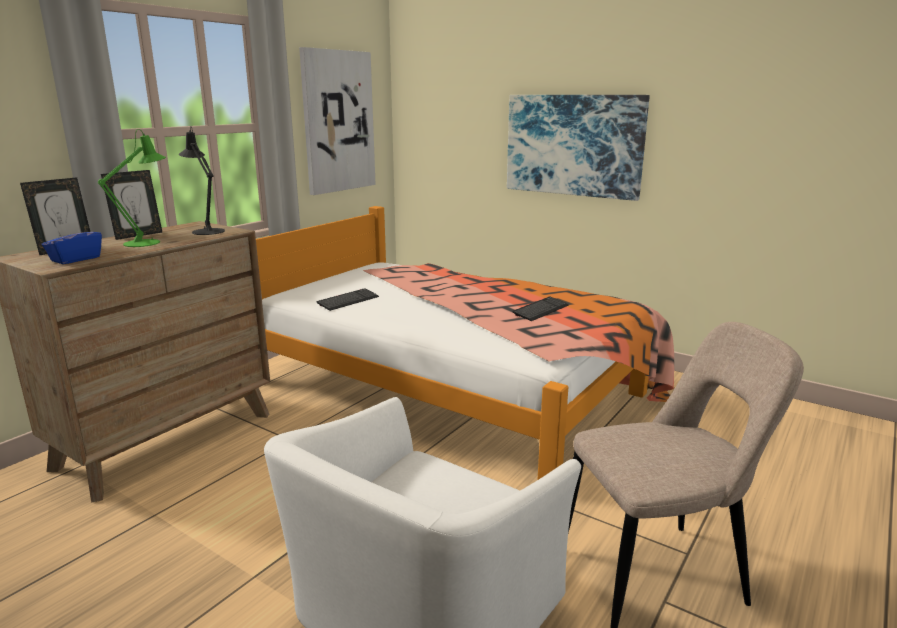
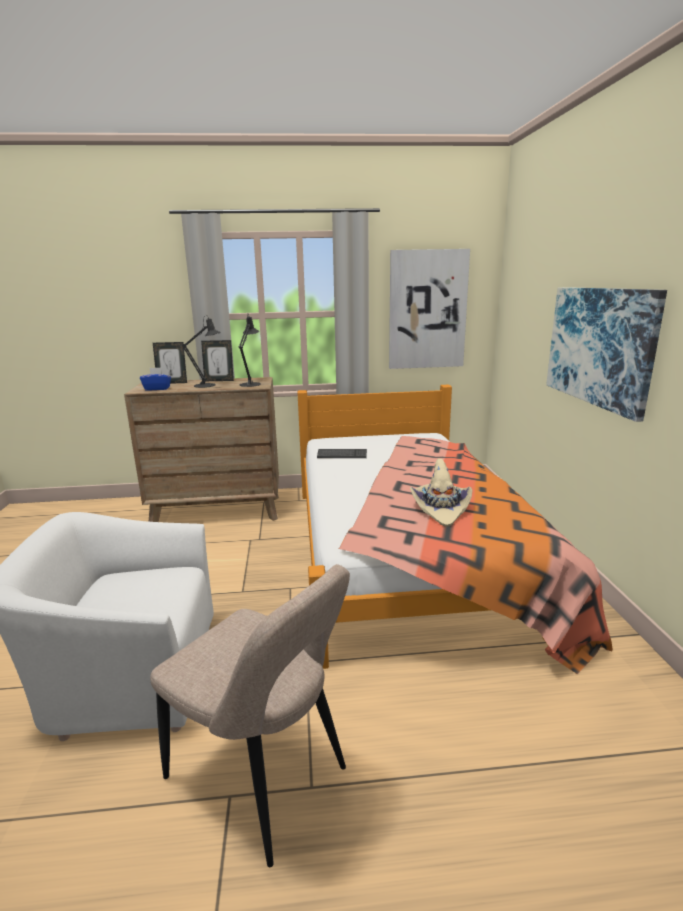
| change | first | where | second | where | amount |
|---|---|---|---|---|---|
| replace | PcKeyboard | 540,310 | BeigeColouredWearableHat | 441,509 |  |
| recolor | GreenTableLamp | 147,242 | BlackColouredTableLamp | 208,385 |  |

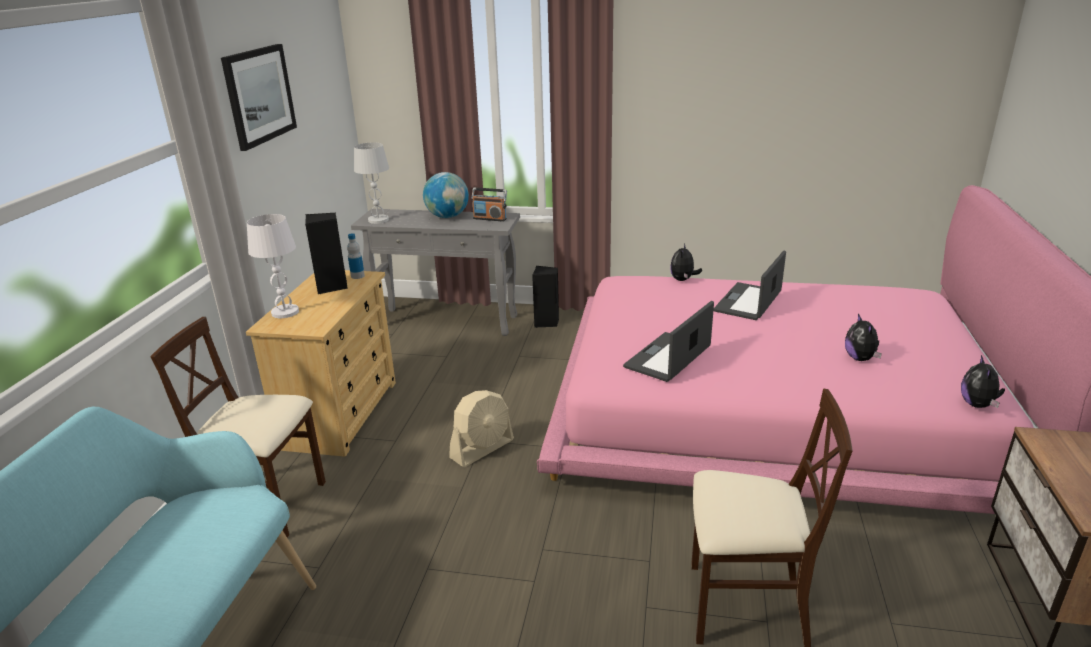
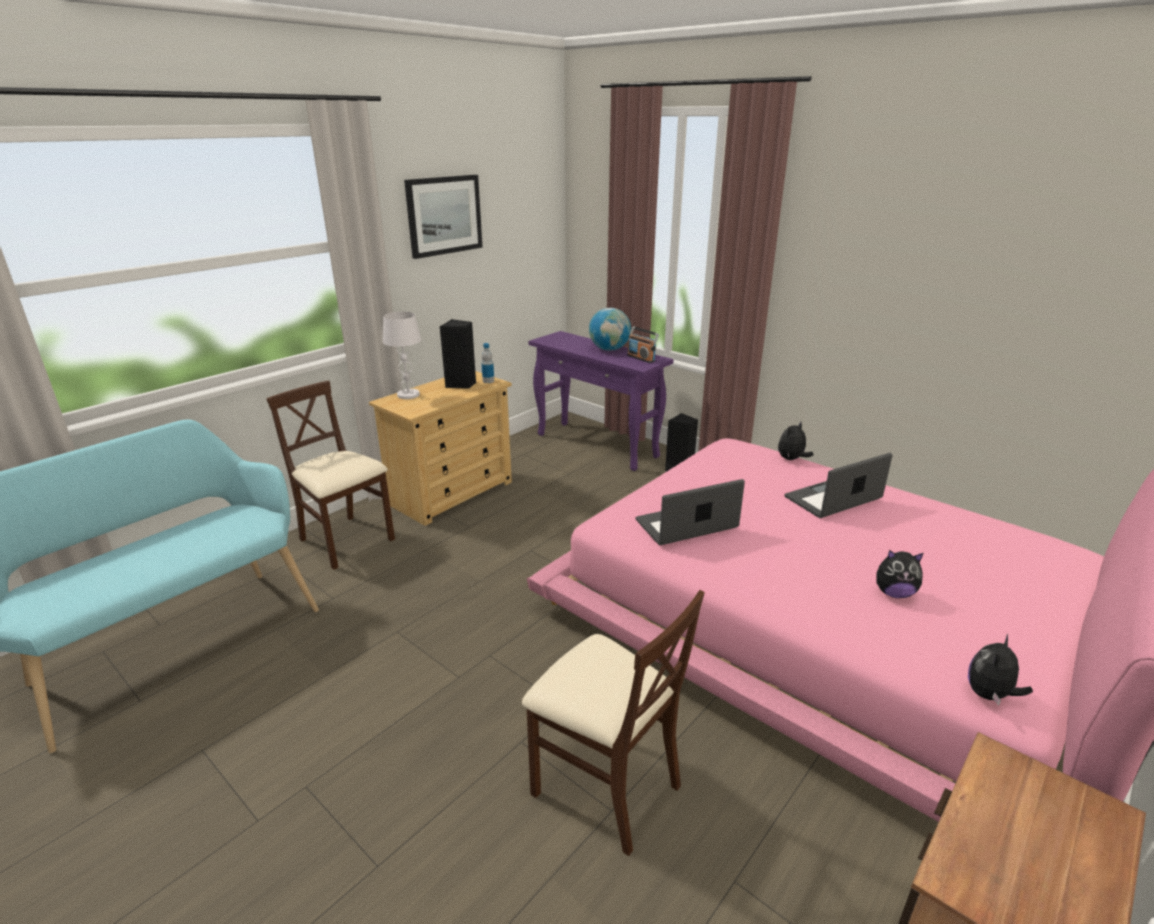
| change | first | where | second | where | amount |
|---|---|---|---|---|---|
| delete | WhitishTableLamp | 378,220 |  |  |  |
| delete | BeigeColouredCoolingFan | 482,449 |  |  |  |
| recolor | GrayHallTable | 448,322 | PurpleHallTable | 597,446 |  |
| rotate | PlushToy | 860,358 |  | 893,593 | 105 degrees counterclockwise |

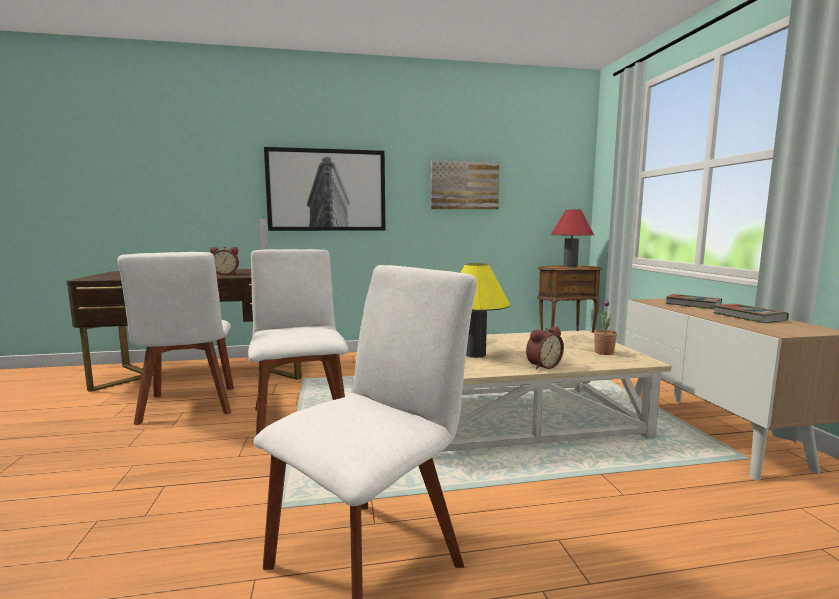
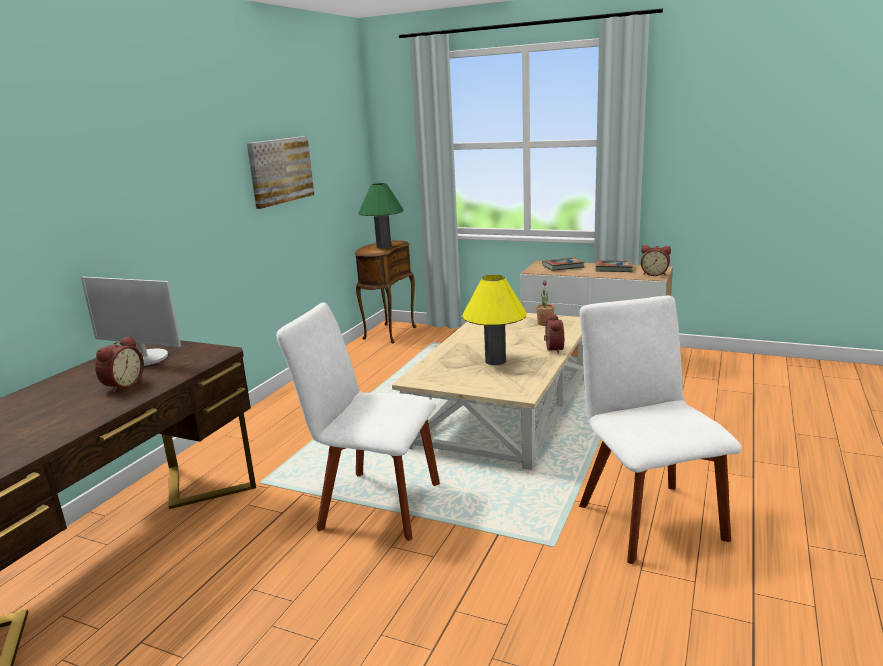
| change | first | where | second | where | amount |
|---|---|---|---|---|---|
| delete | WhitishPlainChair | 188,407 |  |  |  |
| delete | WallArt | 327,190 |  |  |  |
| insert |  |  | BedsideClock | 654,274 |  |
| recolor | ReddishTableLamp | 570,266 | GreenTableLamp | 383,246 |  |

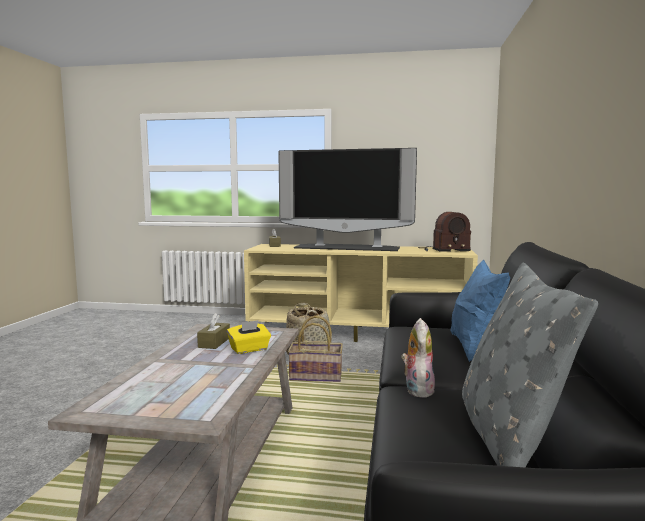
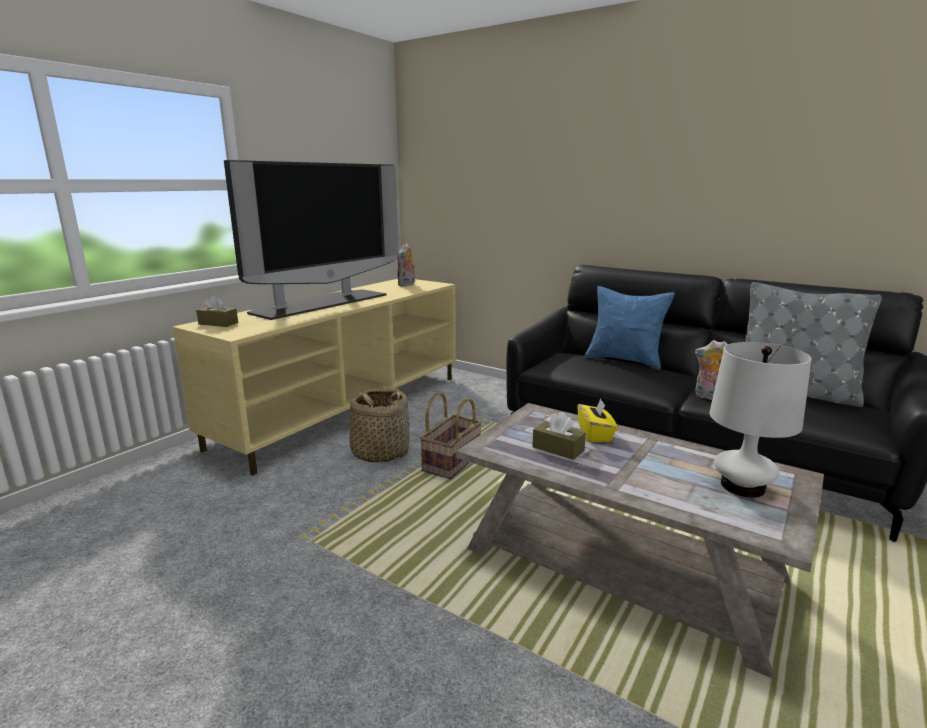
| change | first | where | second | where | amount |
|---|---|---|---|---|---|
| insert |  |  | WhitishTableLamp | 742,486 |  |
| replace | Radio | 442,250 | PlushToy | 406,285 |  |

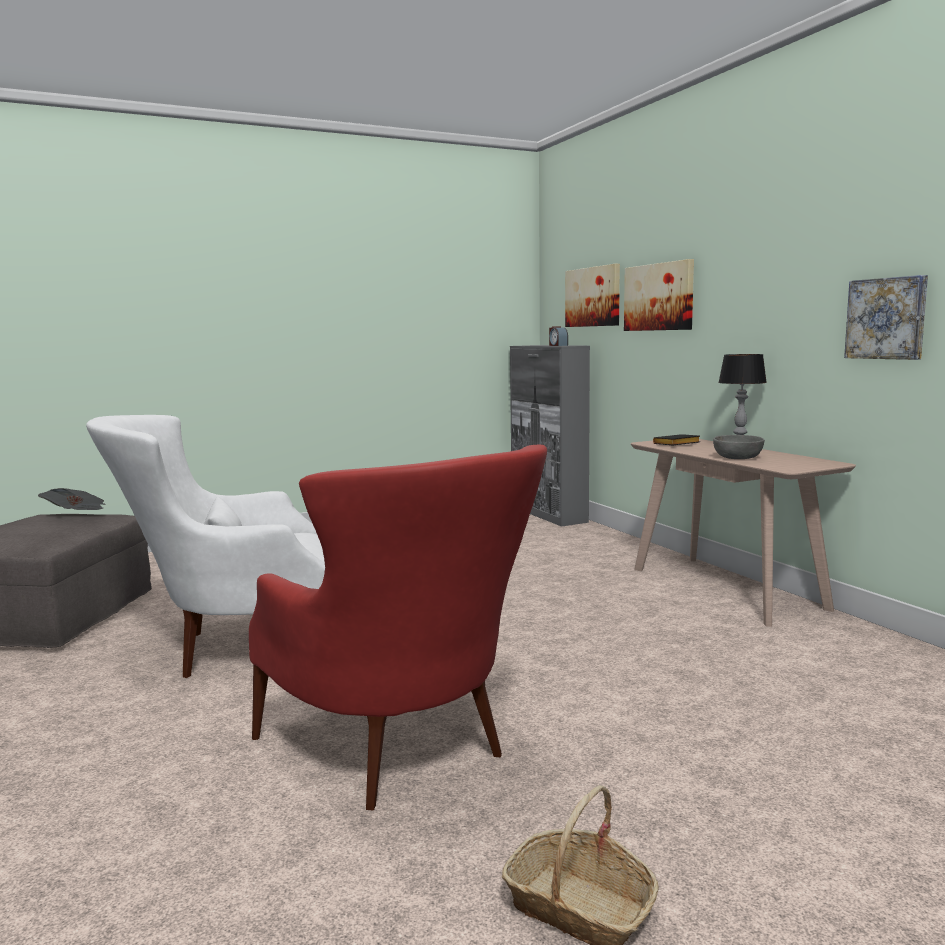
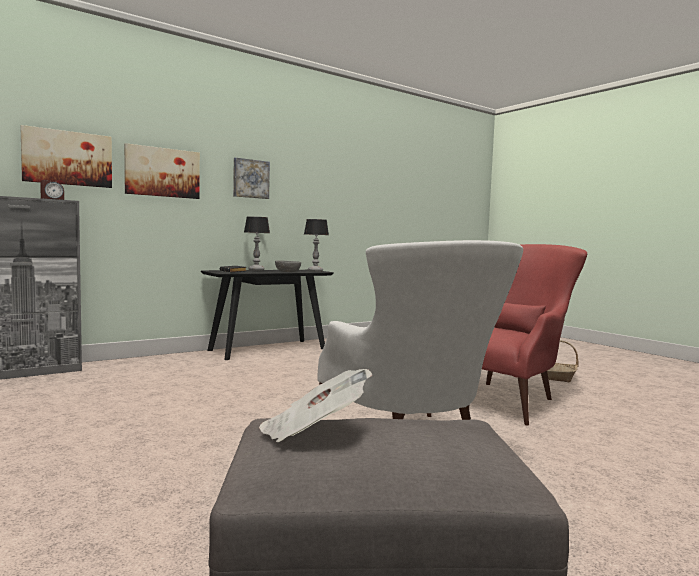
| change | first | where | second | where | amount |
|---|---|---|---|---|---|
| insert |  |  | TableLamp | 315,271 |  |
| move | WallArt | 887,318 |  | 250,179 |  |
| recolor | BeigeColouredHallTable | 726,588 | BlackColouredHallTable | 268,349 |  |

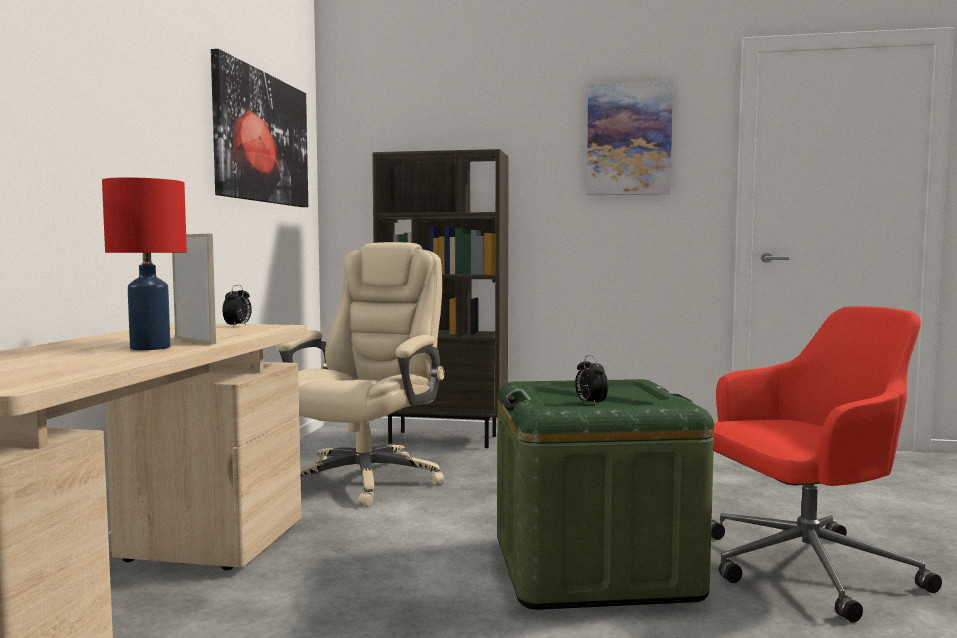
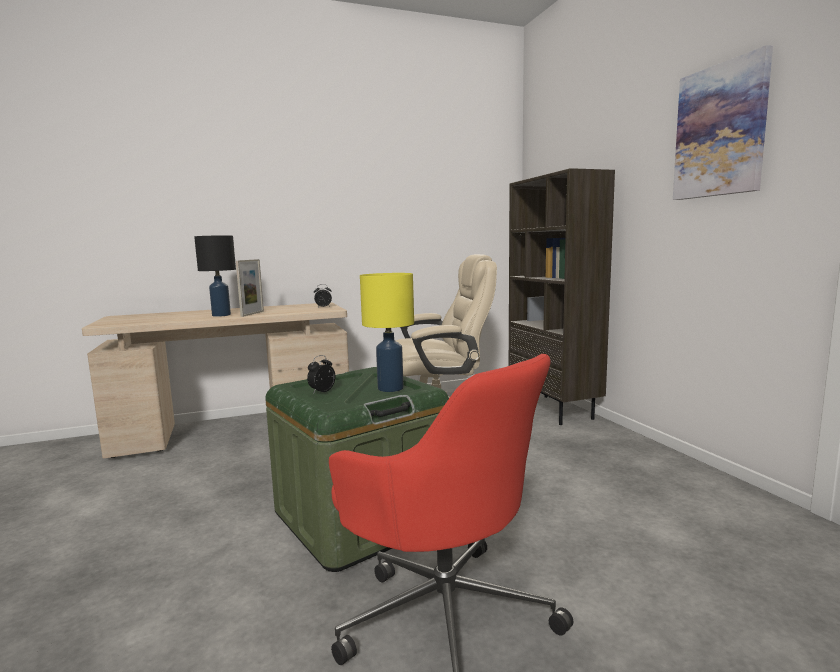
| change | first | where | second | where | amount |
|---|---|---|---|---|---|
| delete | WallArt | 262,138 |  |  |  |
| insert |  |  | YellowColouredTableLamp | 390,388 |  |
| recolor | ReddishTableLamp | 151,347 | BlackColouredTableLamp | 222,315 |  |

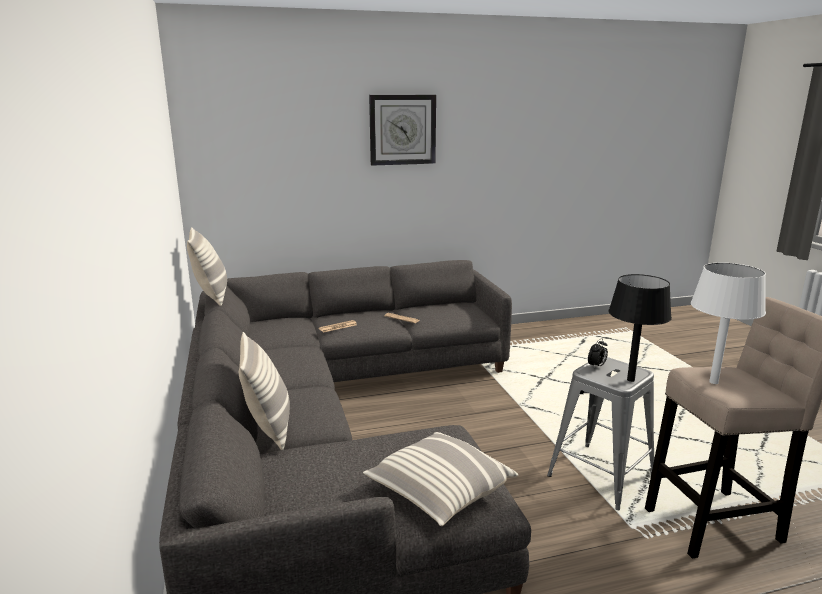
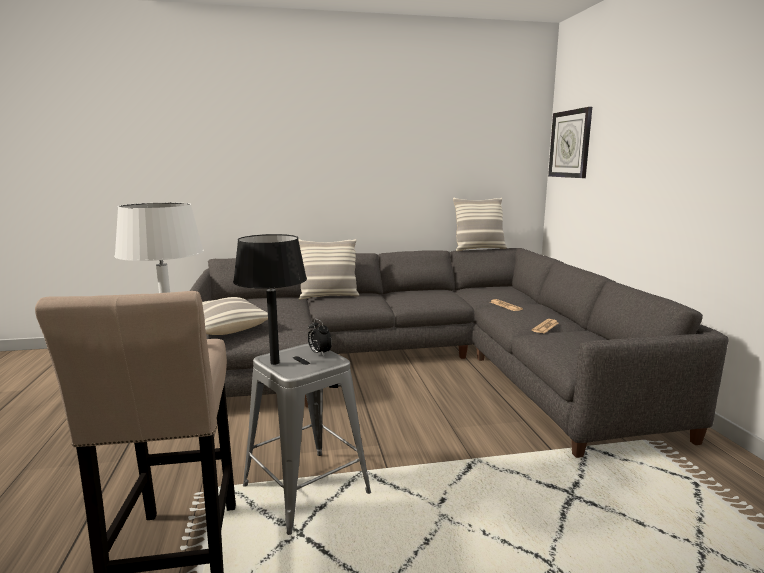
| change | first | where | second | where | amount |
|---|---|---|---|---|---|
| move | WallClock | 402,130 |  | 570,144 |  |

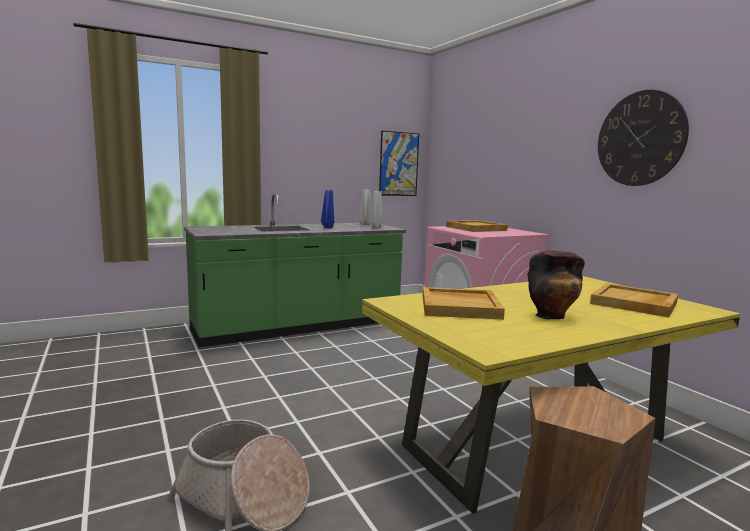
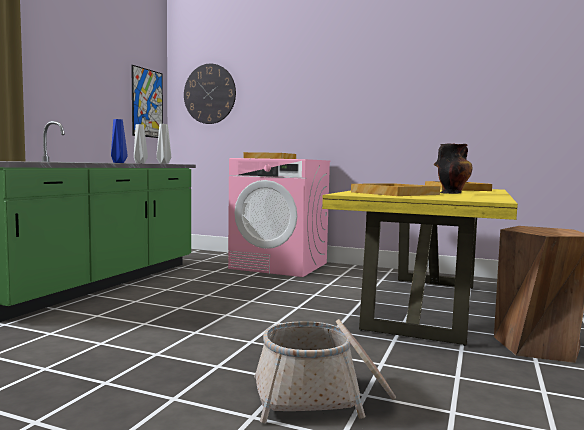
| change | first | where | second | where | amount |
|---|---|---|---|---|---|
| move | WallClock | 640,138 |  | 209,94 |  |

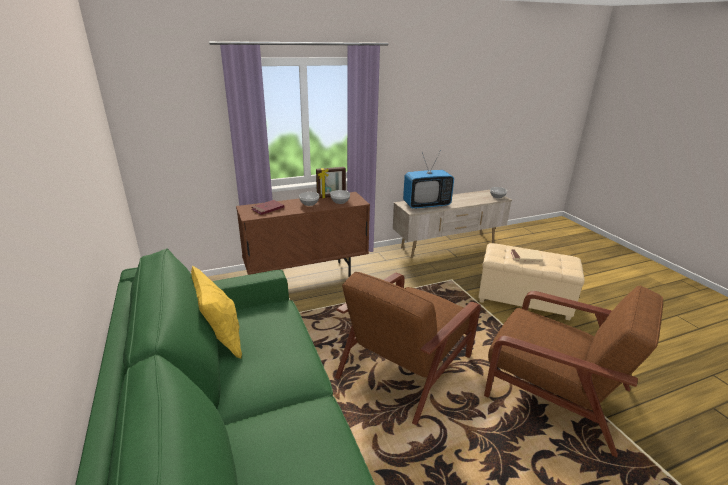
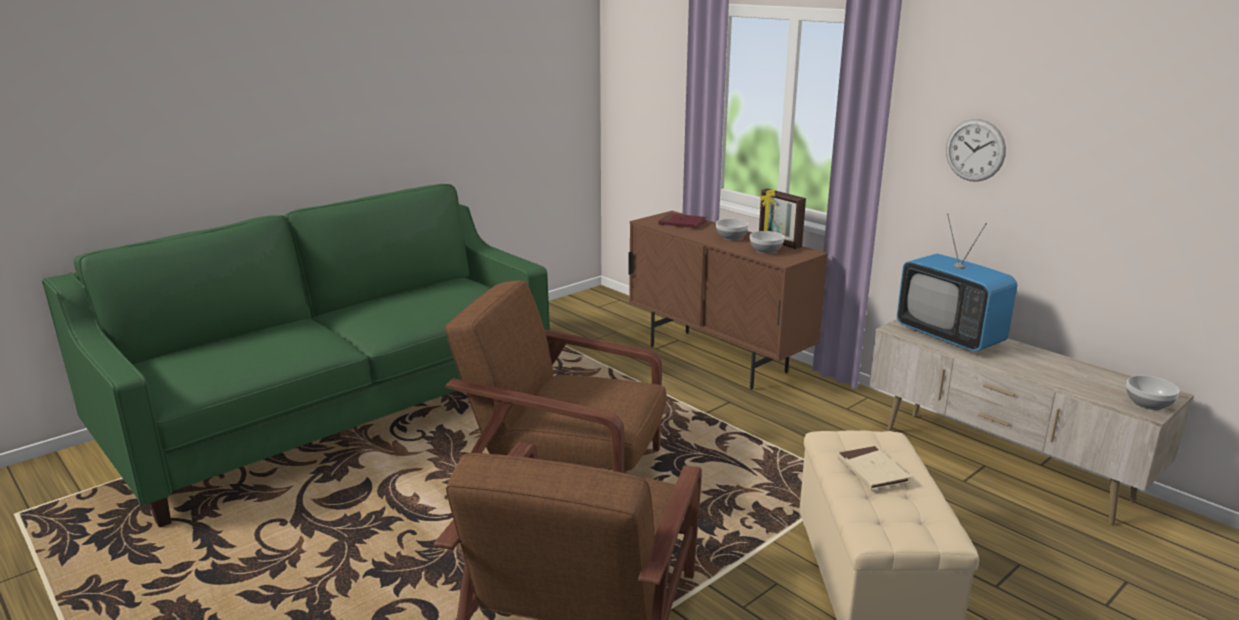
| change | first | where | second | where | amount |
|---|---|---|---|---|---|
| delete | YellowColouredThrowPillow | 221,340 |  |  |  |
| insert |  |  | WallClock | 975,150 |  |

